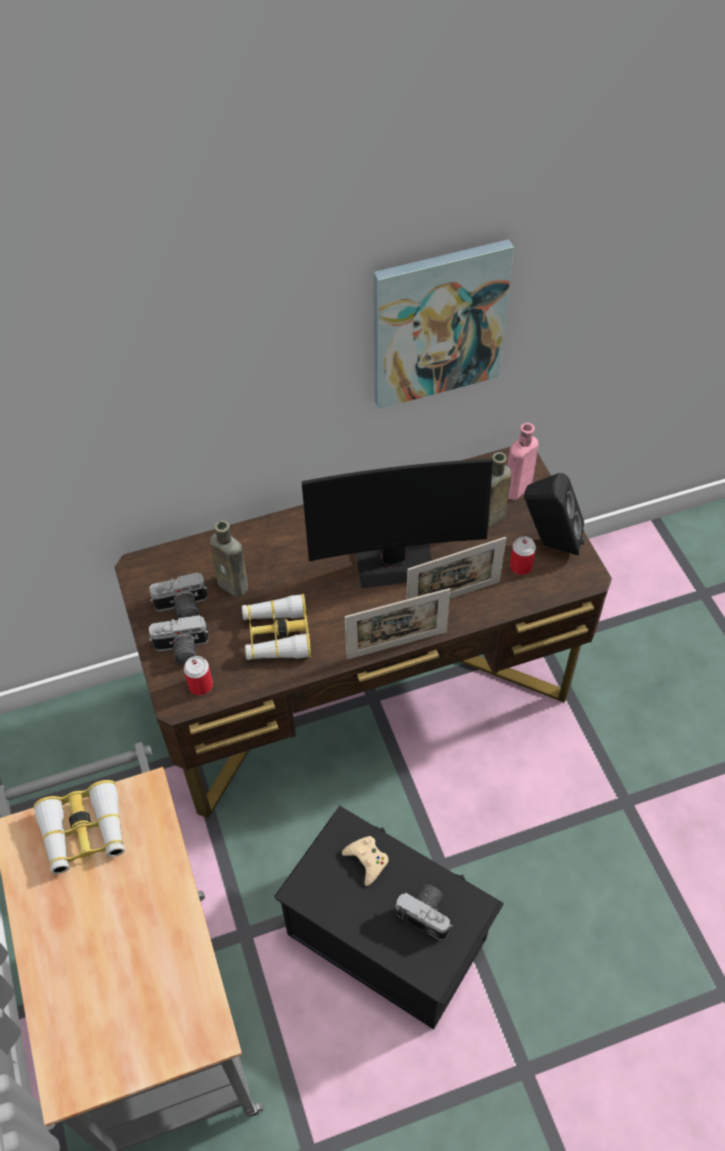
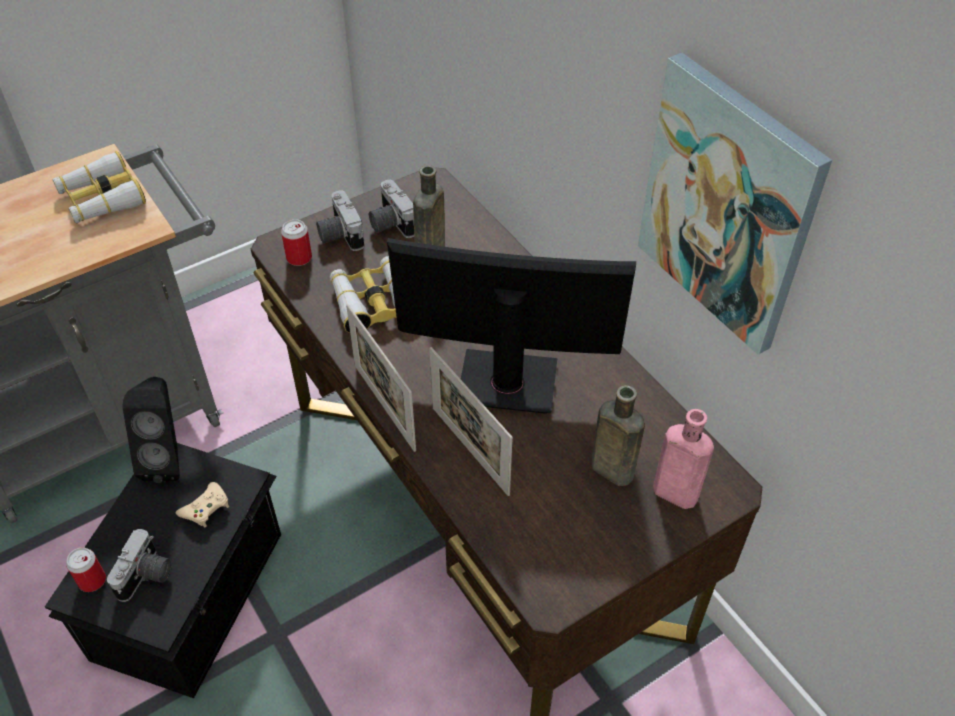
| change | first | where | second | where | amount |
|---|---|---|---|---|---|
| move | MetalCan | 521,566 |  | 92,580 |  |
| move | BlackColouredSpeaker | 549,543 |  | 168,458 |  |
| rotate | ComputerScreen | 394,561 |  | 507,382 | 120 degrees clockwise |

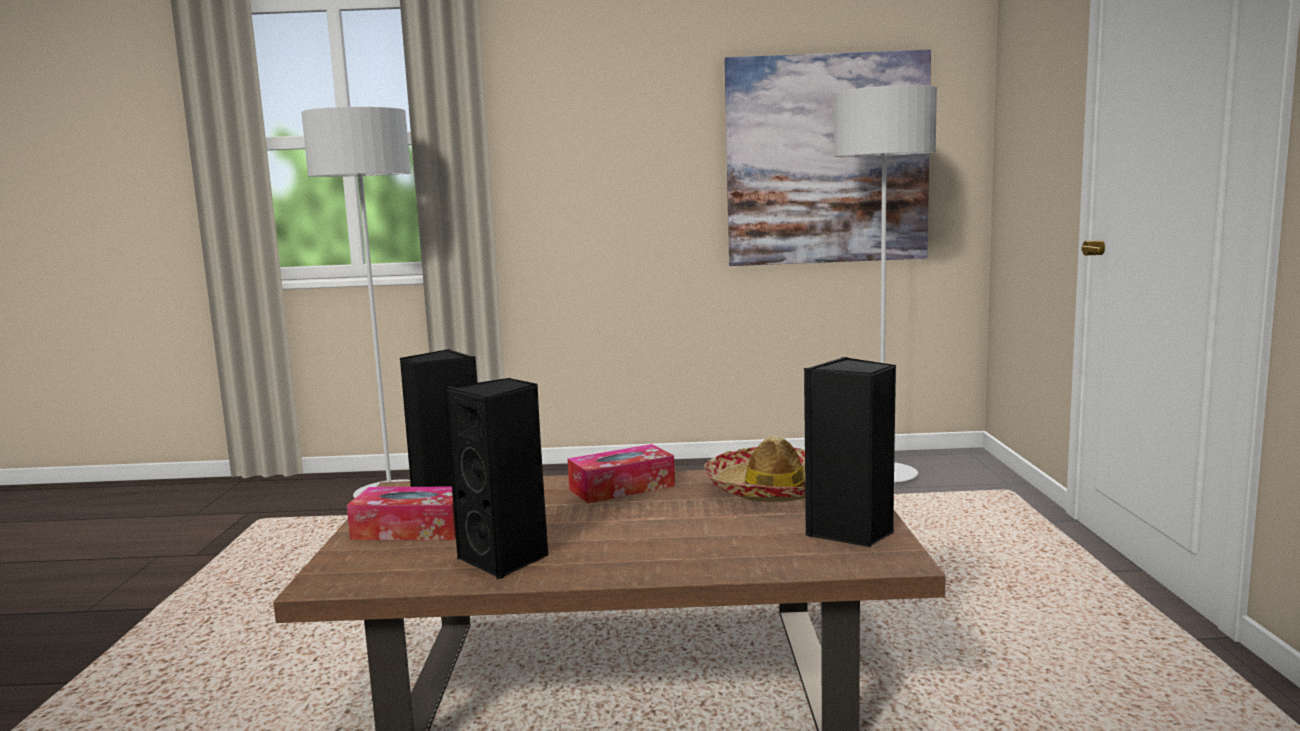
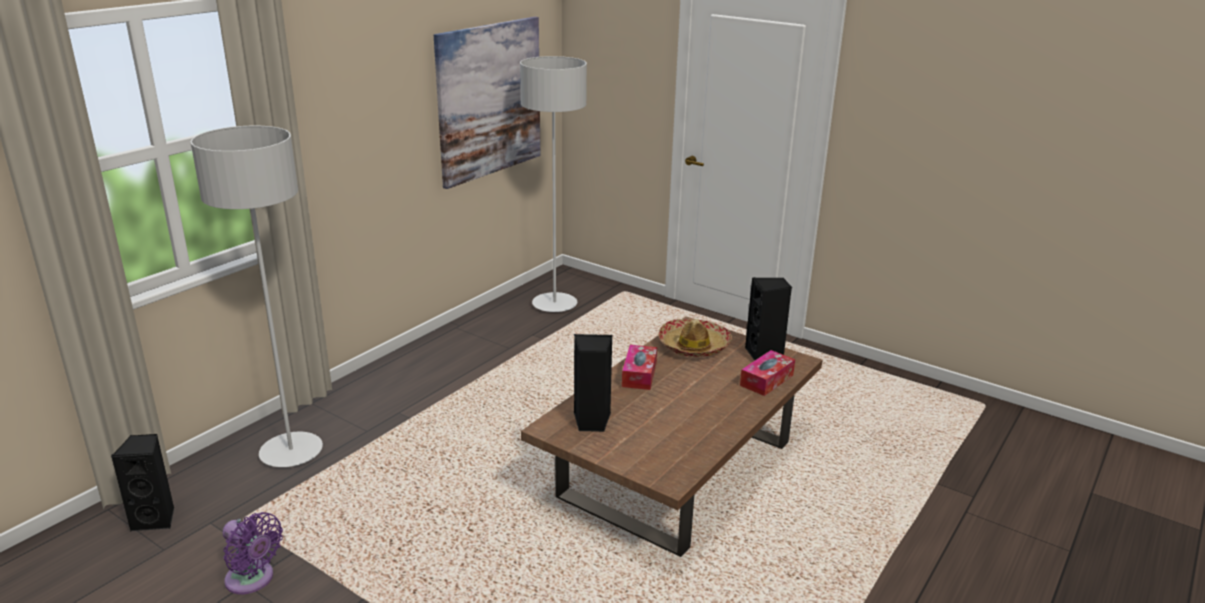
| change | first | where | second | where | amount |
|---|---|---|---|---|---|
| insert |  |  | PurpleCoolingFan | 252,580 |  |
| move | BoxOfTissues | 411,529 |  | 766,380 |  |
| move | BlackColouredSpeaker | 506,559 |  | 156,519 |  |

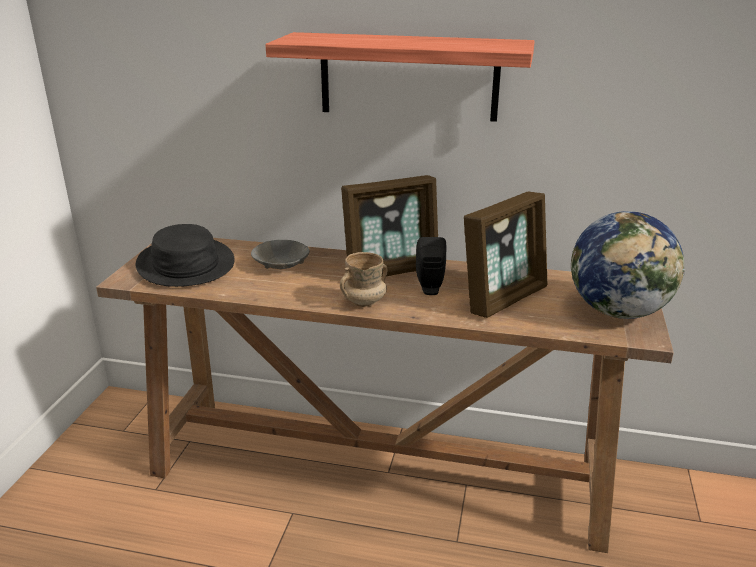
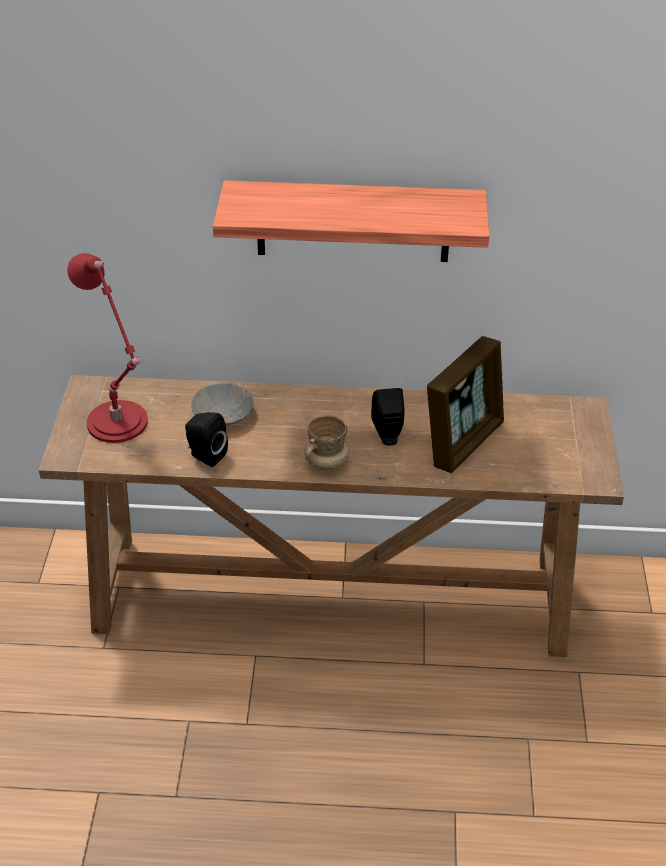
| change | first | where | second | where | amount |
|---|---|---|---|---|---|
| delete | PictureFrame | 391,270 |  |  |  |
| delete | Globe | 618,311 |  |  |  |
| insert |  |  | BlackColouredSpeaker | 205,455 |  |
| replace | BlackColouredWearableHat | 185,264 | ReddishTableLamp | 119,425 |  |

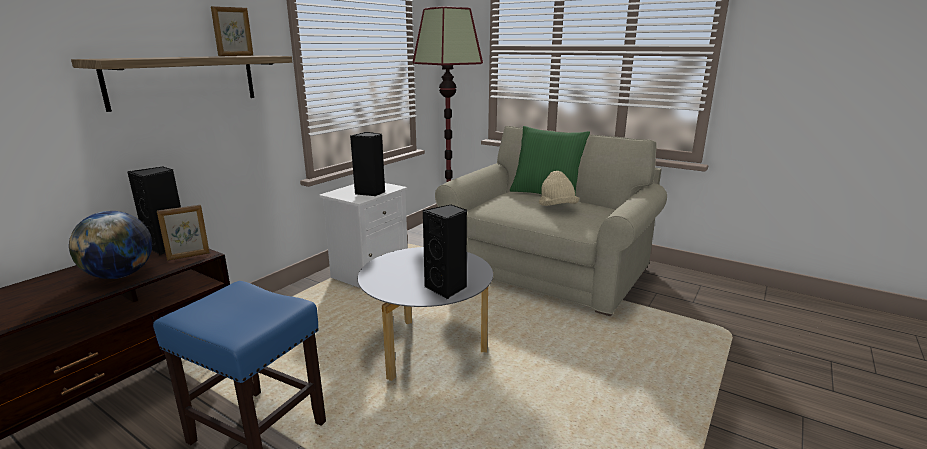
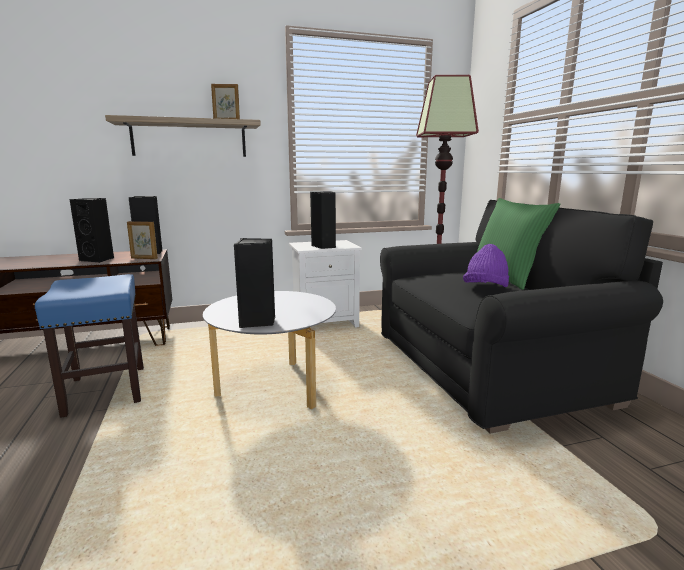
| change | first | where | second | where | amount |
|---|---|---|---|---|---|
| replace | Globe | 120,275 | BlackColouredSpeaker | 98,259 |  |
| recolor | BeigeColouredCouch | 548,271 | BlackColouredCouch | 487,369 |  |
| recolor | BeigeColouredWearableHat | 557,208 | PurpleWearableHat | 485,289 |  |

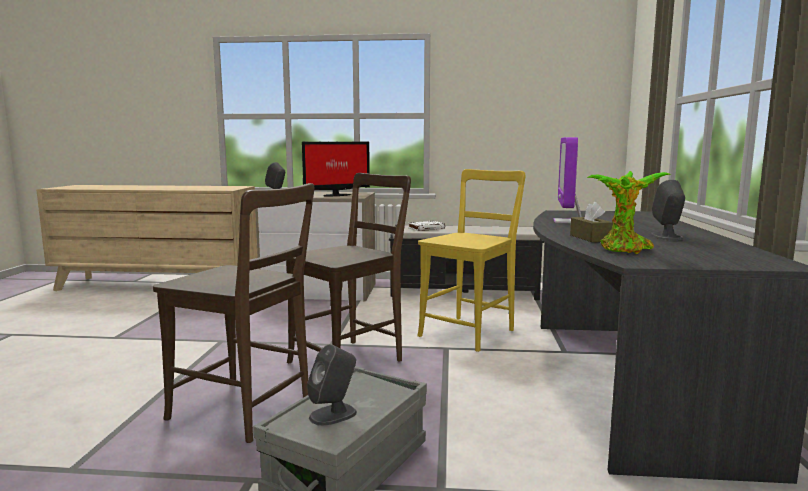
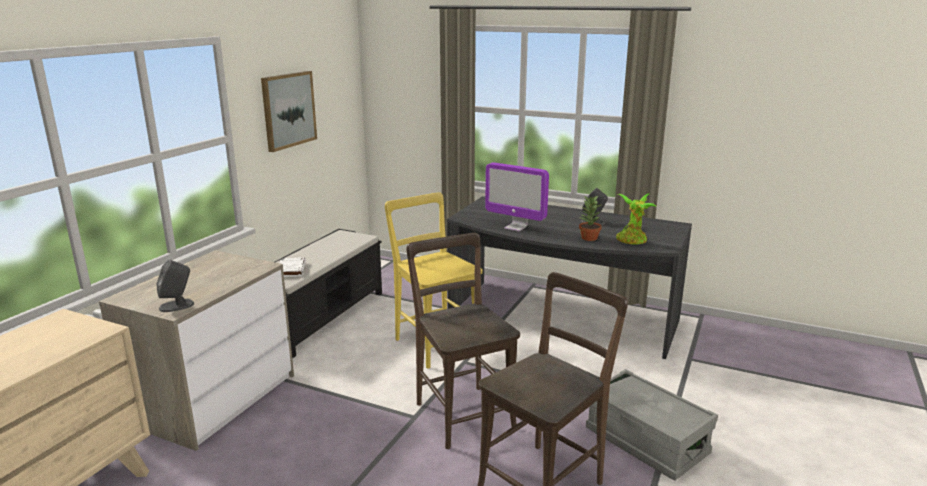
| change | first | where | second | where | amount |
|---|---|---|---|---|---|
| delete | ComputerScreen | 335,195 |  |  |  |
| delete | GraySpeaker | 333,414 |  |  |  |
| insert |  |  | WallArt | 288,110 |  |
| replace | BrownishBoxOfTissues | 590,238 | PlantInAPot | 588,238 |  |

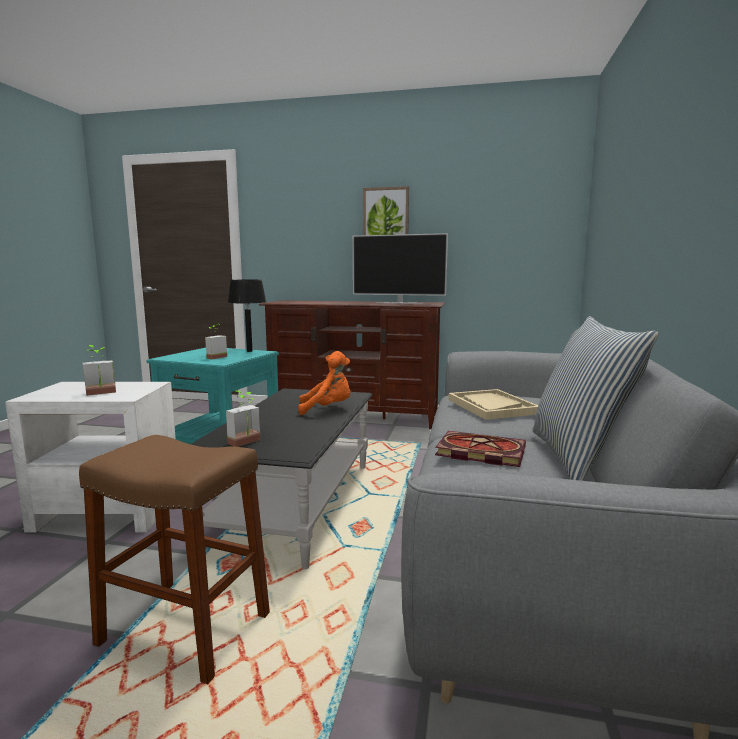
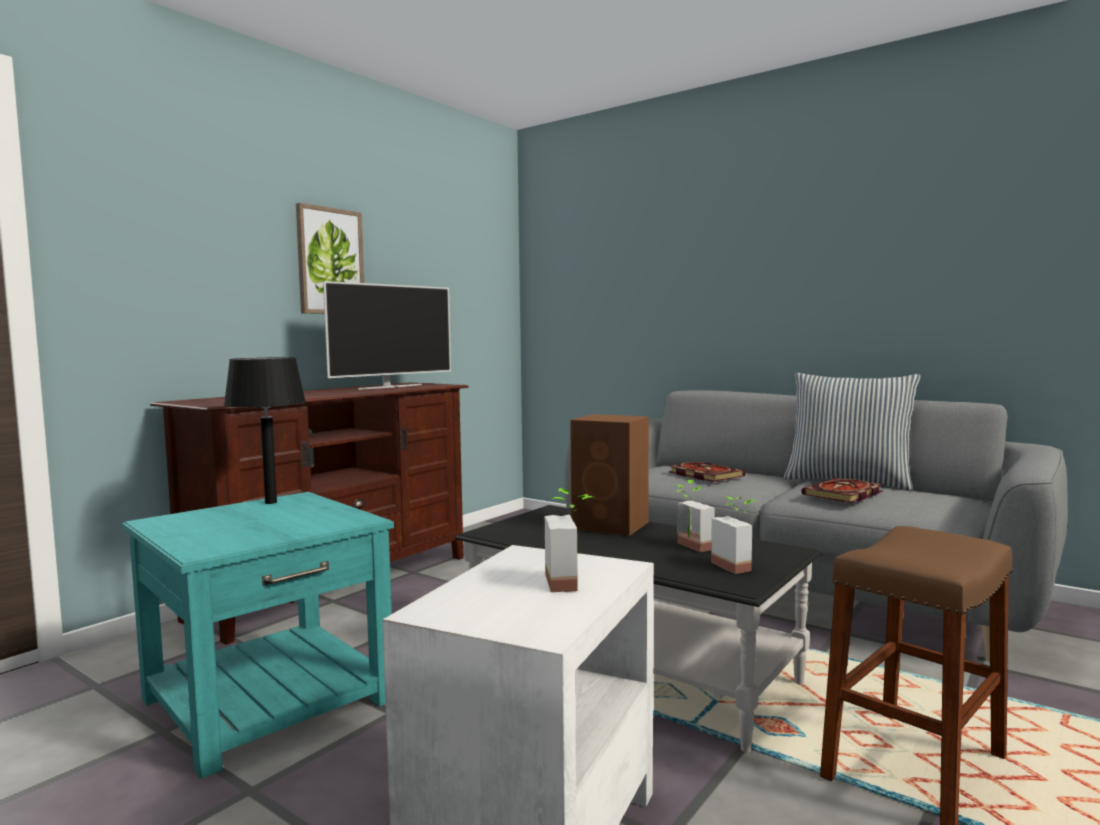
| change | first | where | second | where | amount |
|---|---|---|---|---|---|
| move | PlantInAPot | 214,357 |  | 689,547 |  |
| replace | OrangePlushToy | 327,409 | BrownishSpeaker | 612,525 |  |
| replace | BeigeColouredCarryingTray | 491,406 | BoundBook | 703,474 |  |

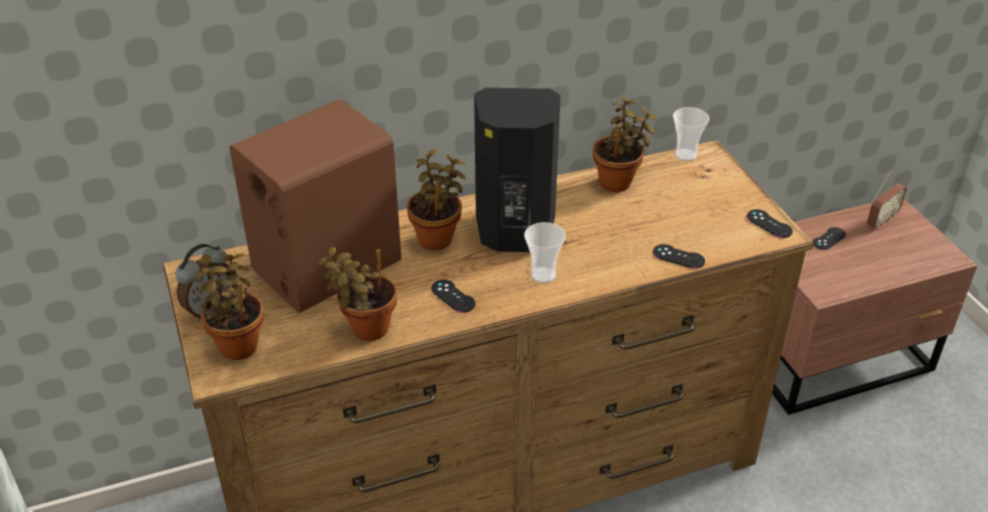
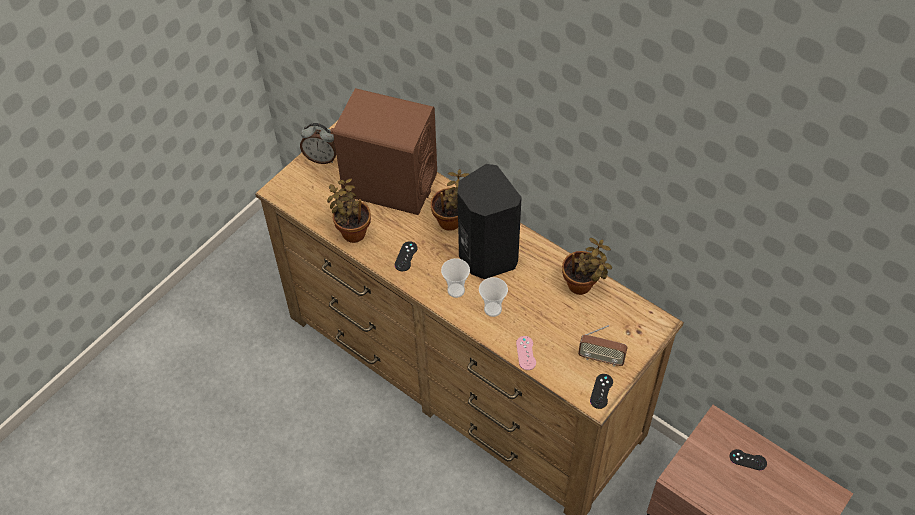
| change | first | where | second | where | amount |
|---|---|---|---|---|---|
| delete | PlantInAPot | 238,344 |  |  |  |
| move | Cup | 685,155 |  | 492,309 |  |
| move | Radio | 882,220 |  | 601,358 |  |
| recolor | BlackColouredGameController | 678,257 | PinkColouredGameController | 526,353 |  |

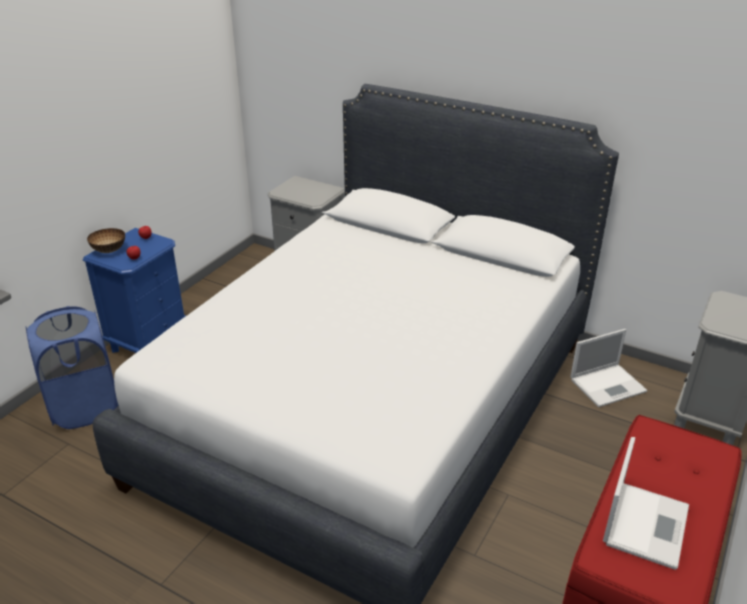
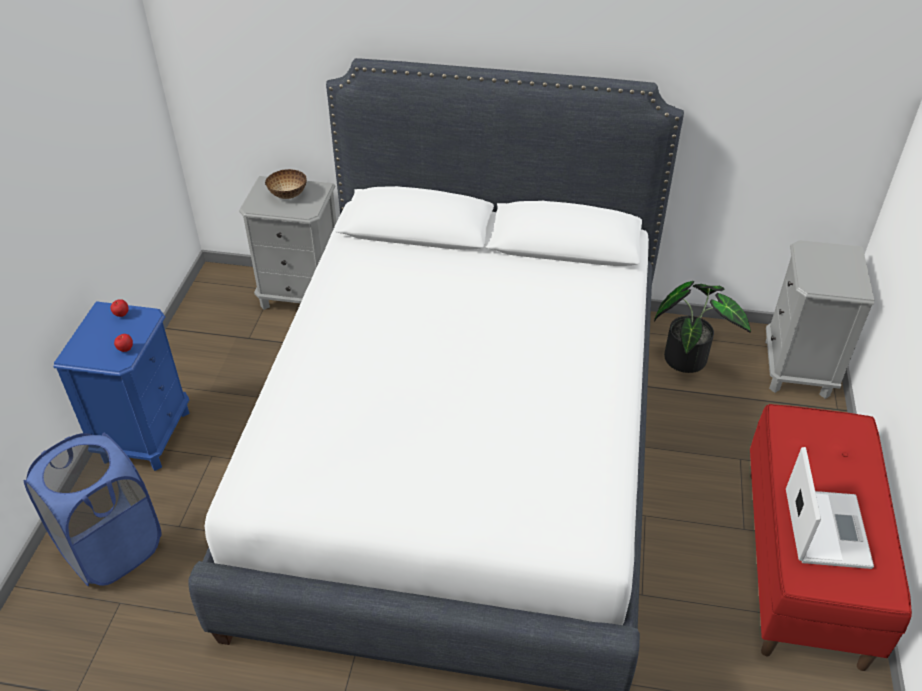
| change | first | where | second | where | amount |
|---|---|---|---|---|---|
| move | DeepDish | 109,250 |  | 288,195 |  |
| replace | PortableComputer | 608,385 | PlantInAPot | 689,357 |  |

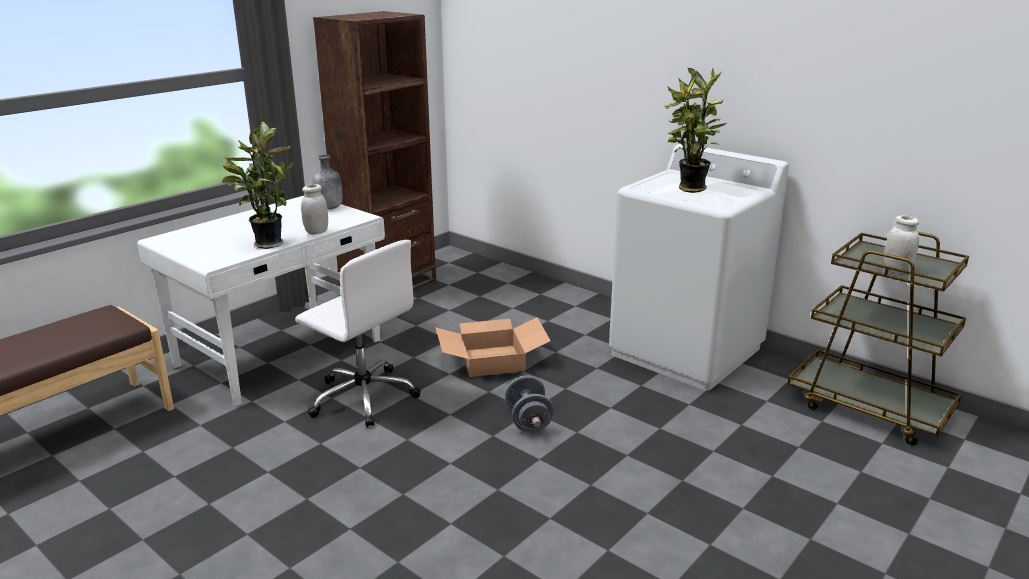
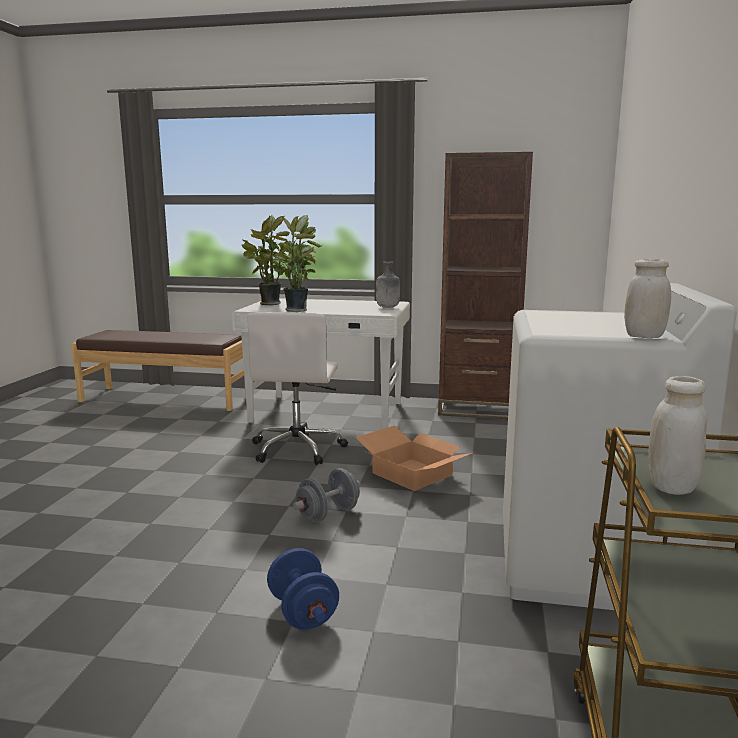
| change | first | where | second | where | amount |
|---|---|---|---|---|---|
| insert |  |  | BlueColouredFreeWeight | 303,612 |  |
| move | WhitishJar | 316,232 |  | 644,336 |  |
| move | PlantInAPot | 689,189 |  | 268,304 |  |

